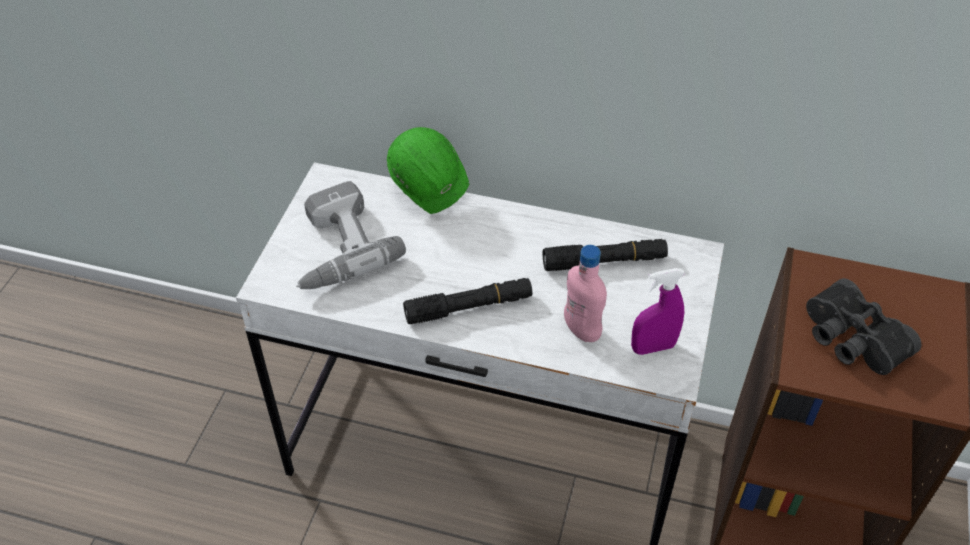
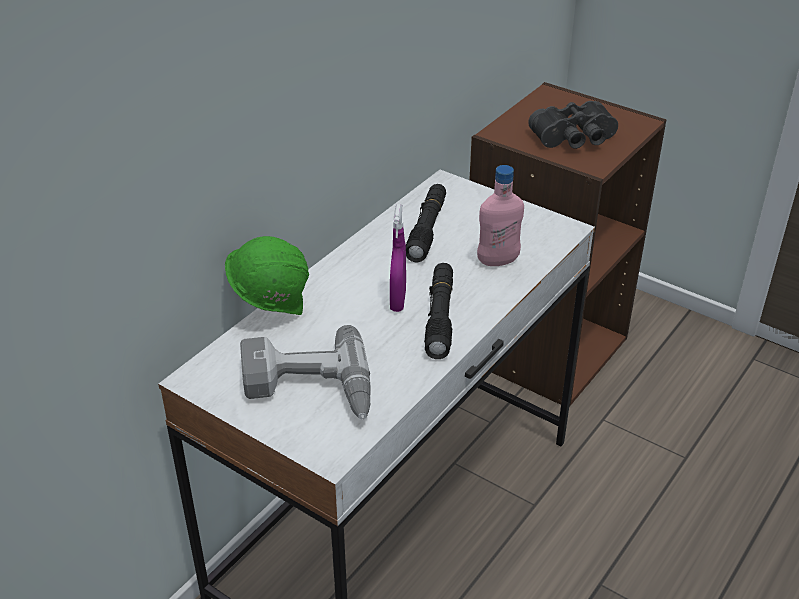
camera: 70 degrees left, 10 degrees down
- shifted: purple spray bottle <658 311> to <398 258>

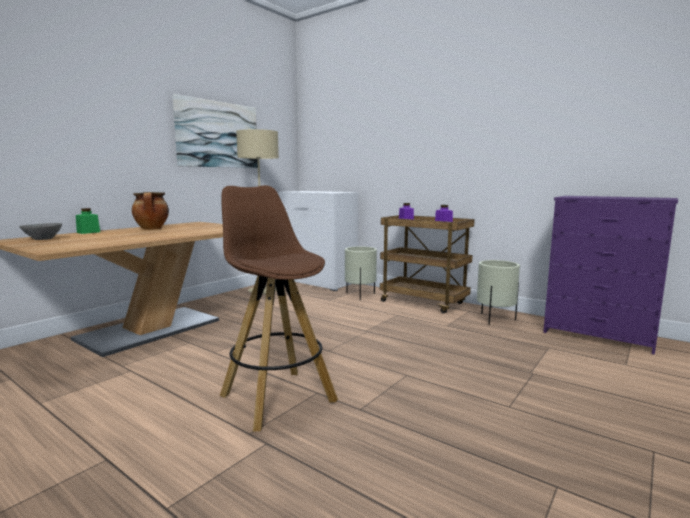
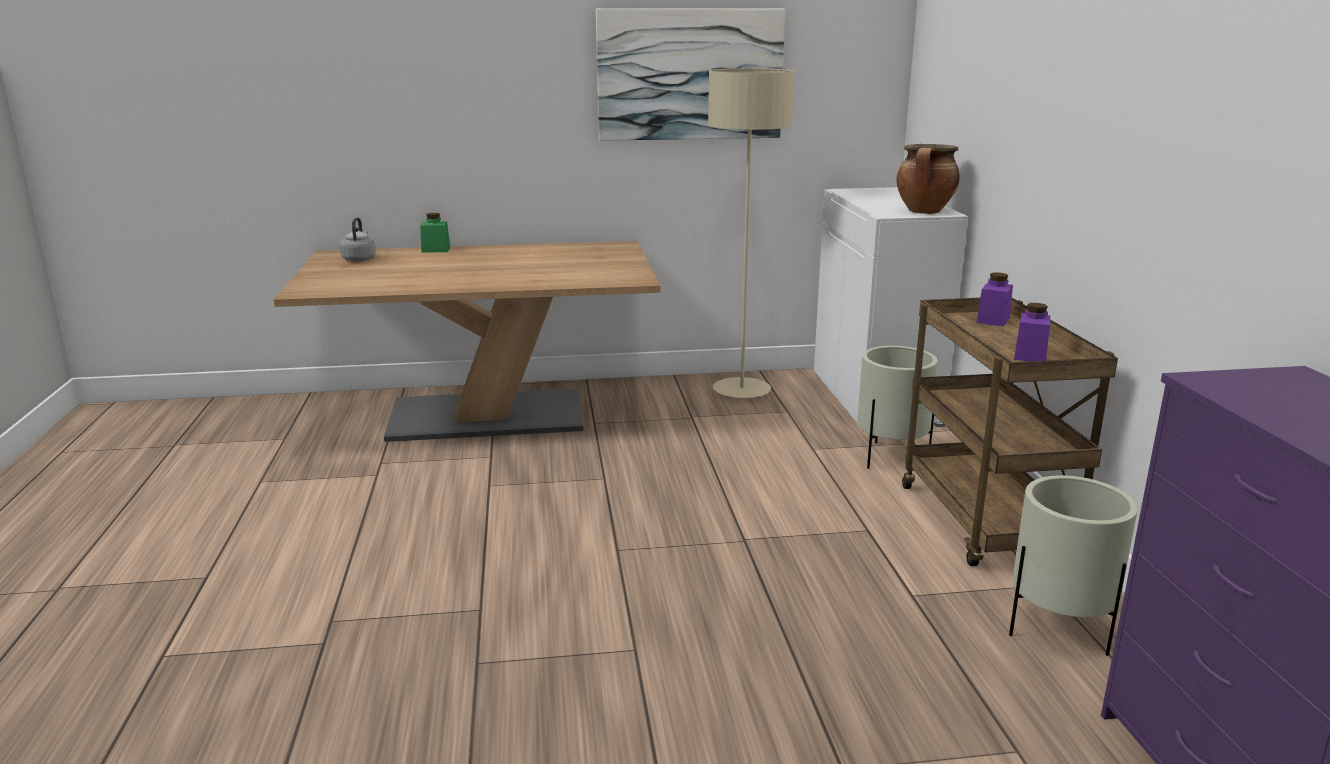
camera: 45 degrees right, 10 degrees up
- swapped: grey bowl <40 231> to grey kettle <358 239>
- shifted: cooking pot <150 211> to <928 179>
- gone: brown stool <279 308>

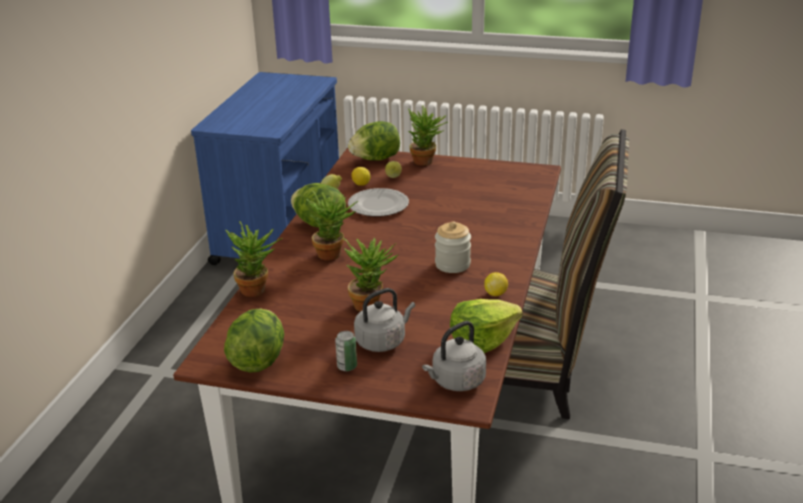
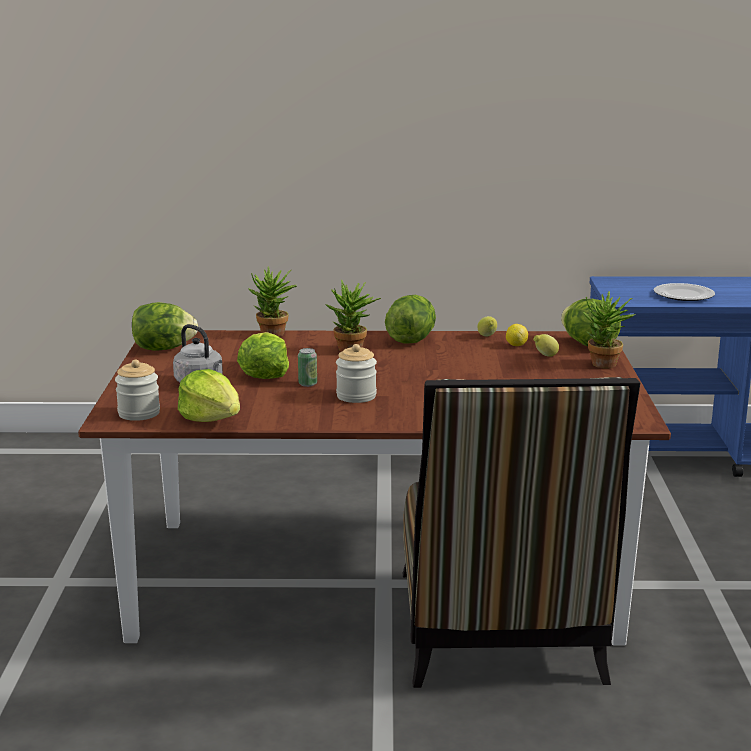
camera: 75 degrees right, 10 degrees down
- swapped: grey kettle <454 356> to jar <137 390>
- swapped: potted plant <370 274> to lettuce <263 355>
- shifted: can <346 351> to <307 367>
- shifted: plate <378 202> to <684 292>
- gone: lemon <496 284>

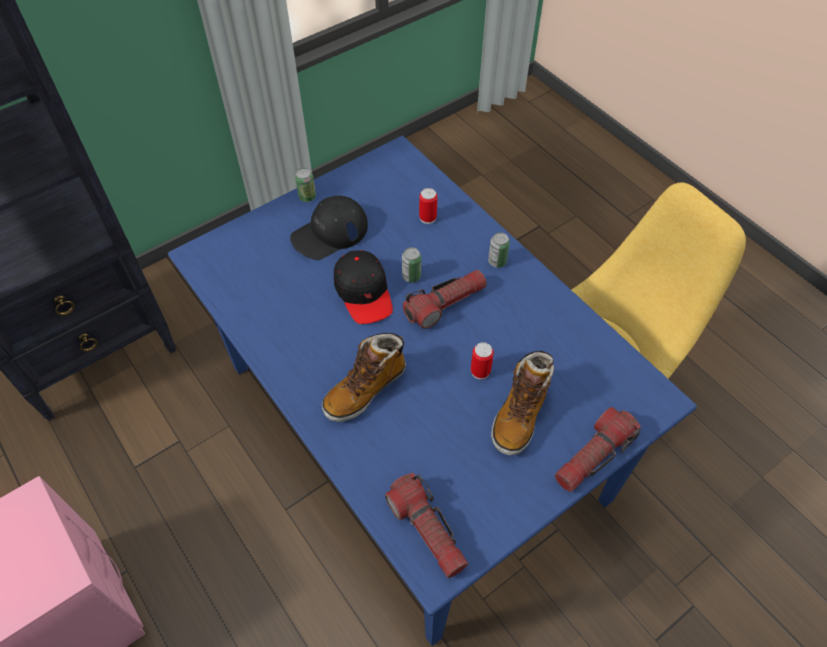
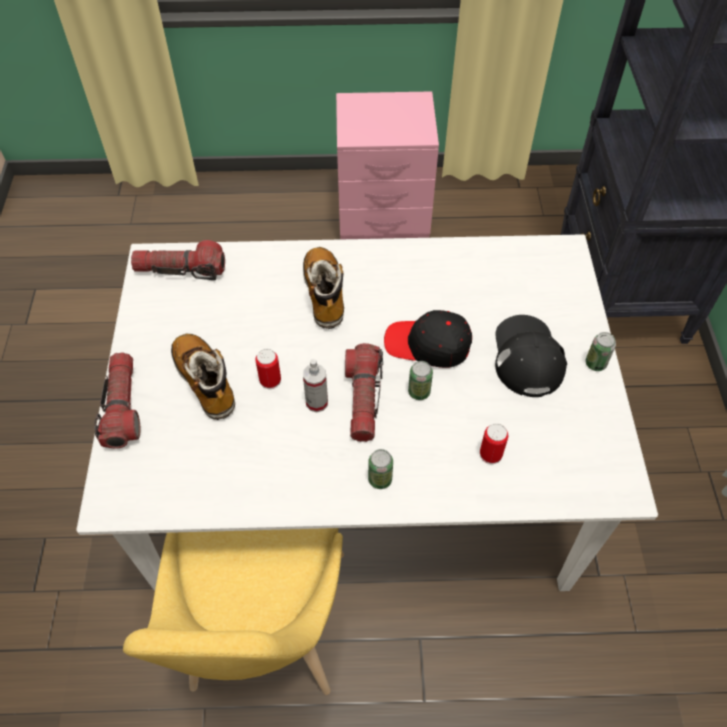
camera: 125 degrees right, 0 degrees up
- repainted: blue dining table <432 391> to white dining table <367 412>
- new: spray bottle <315 385>

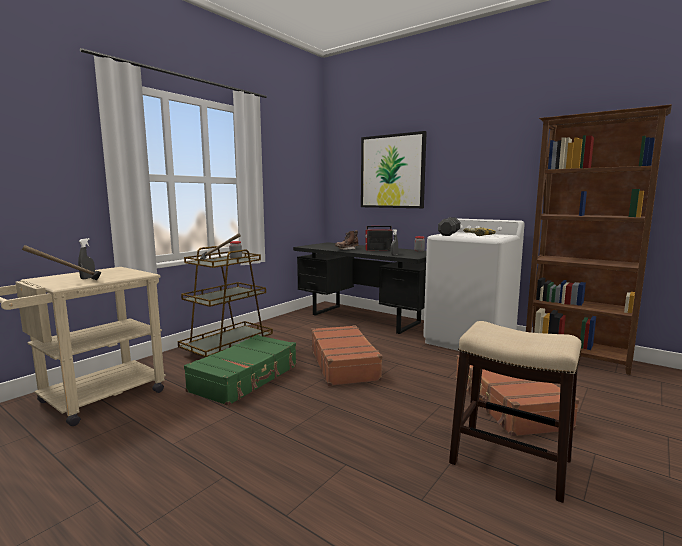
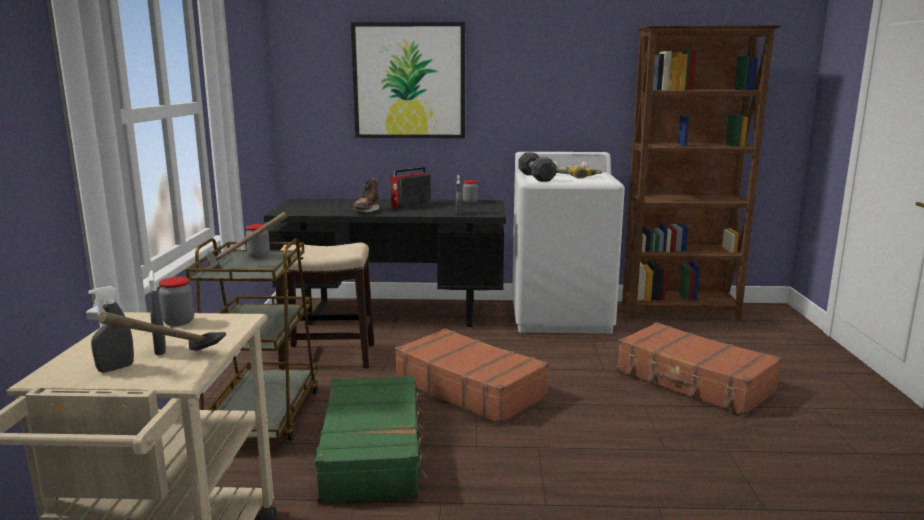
camera: 35 degrees left, 5 degrees up
- new: grey spray bottle <111 329>
- new: jar <176 301>
- shifted: stool <515 412> to <325 306>

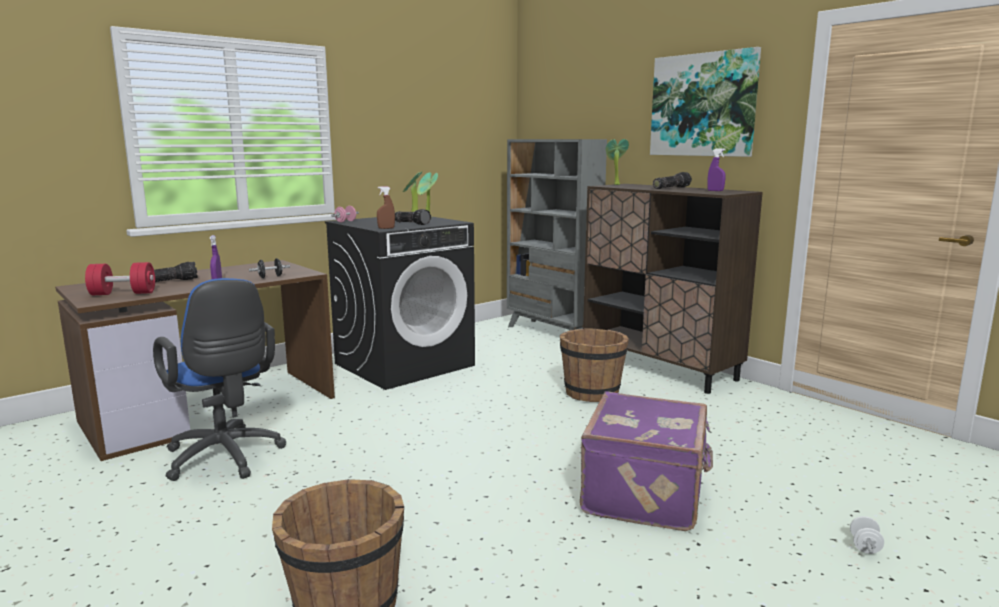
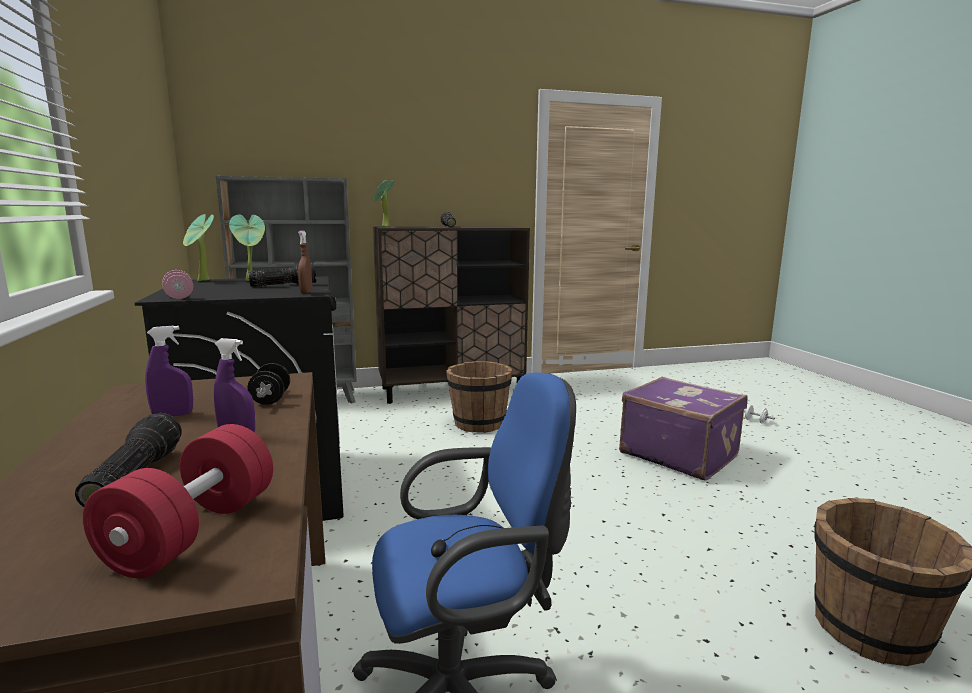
camera: 65 degrees left, 0 degrees up
- shifted: purple spray bottle <716 169> to <169 371>
- gone: picture <705 102>

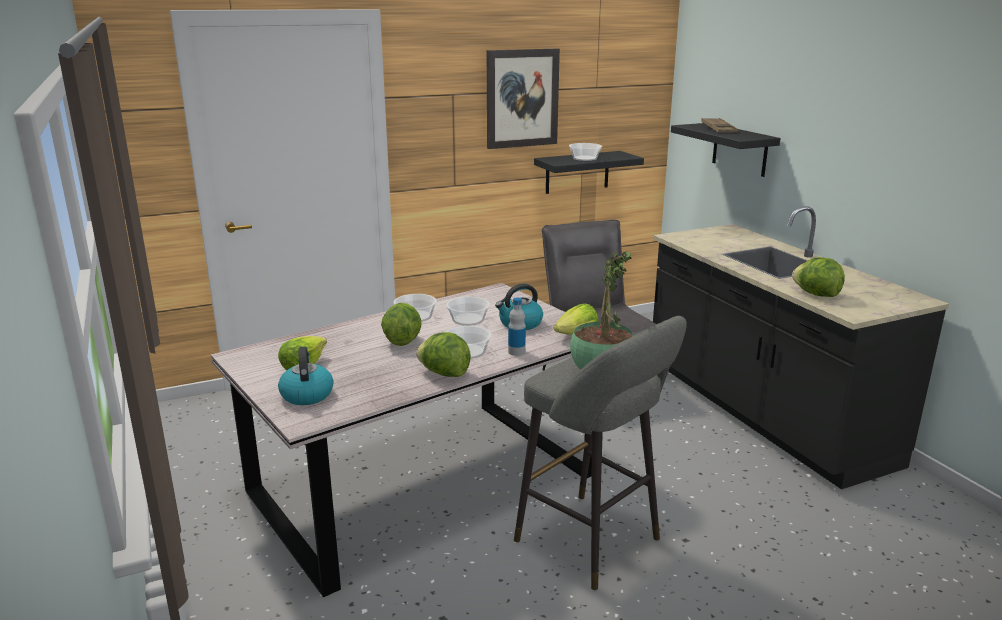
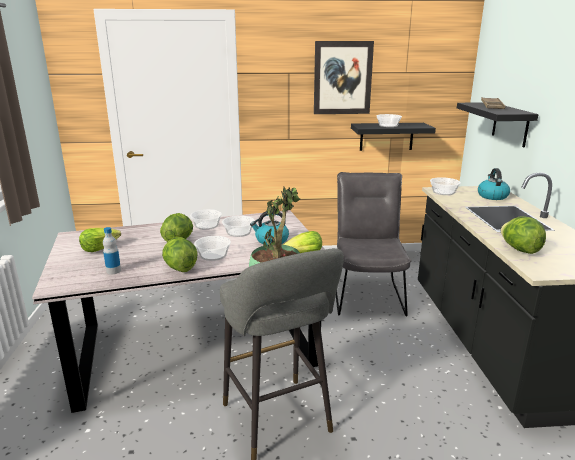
camera: 20 degrees right, 0 degrees up
- shifted: bottle <517 327> to <112 250>
- new: bowl <445 186>
- shifted: kettle <306 376> to <494 184>

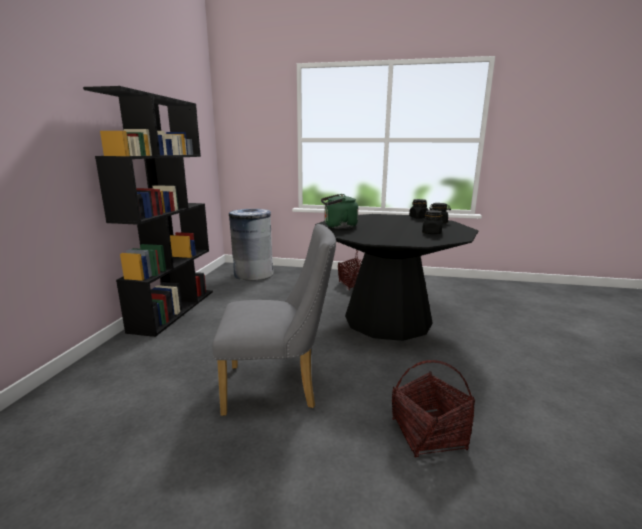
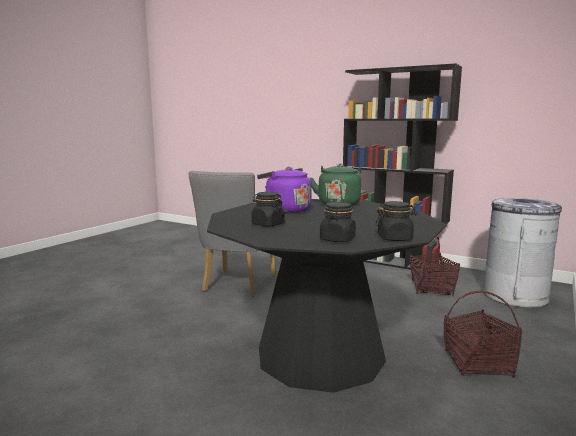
camera: 110 degrees right, 5 degrees down
- new: purple kettle <284 190>
- shifted: basket <433 409> to <435 266>

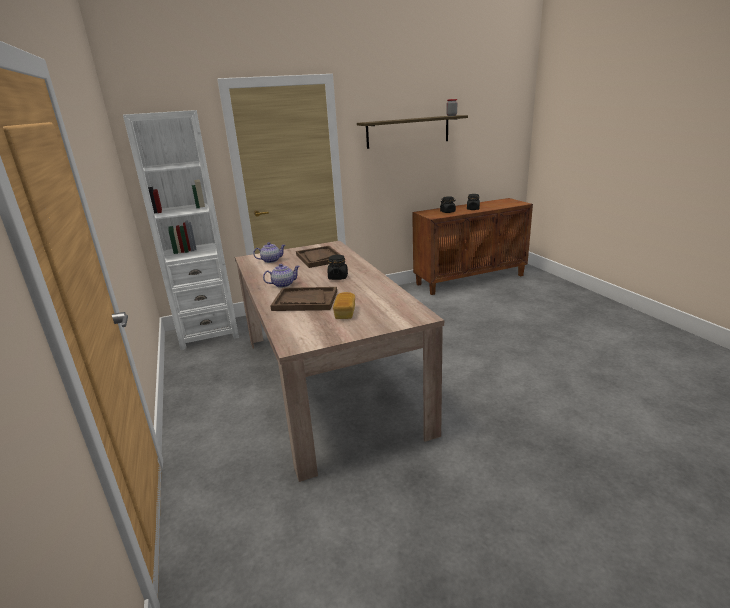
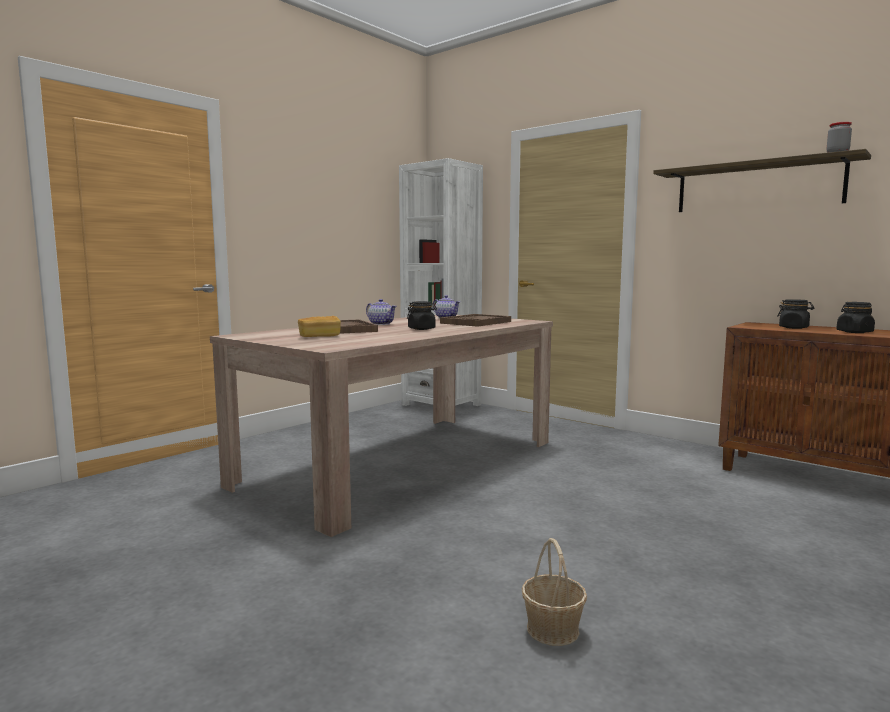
camera: 60 degrees right, 15 degrees down
- new: basket <554 592>

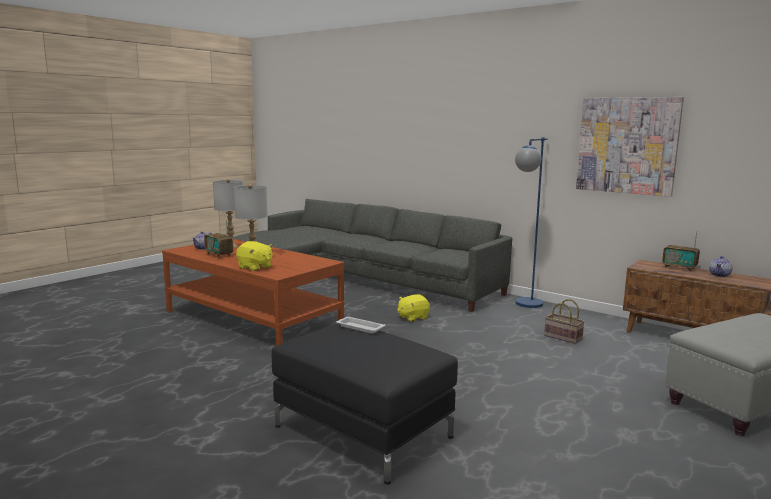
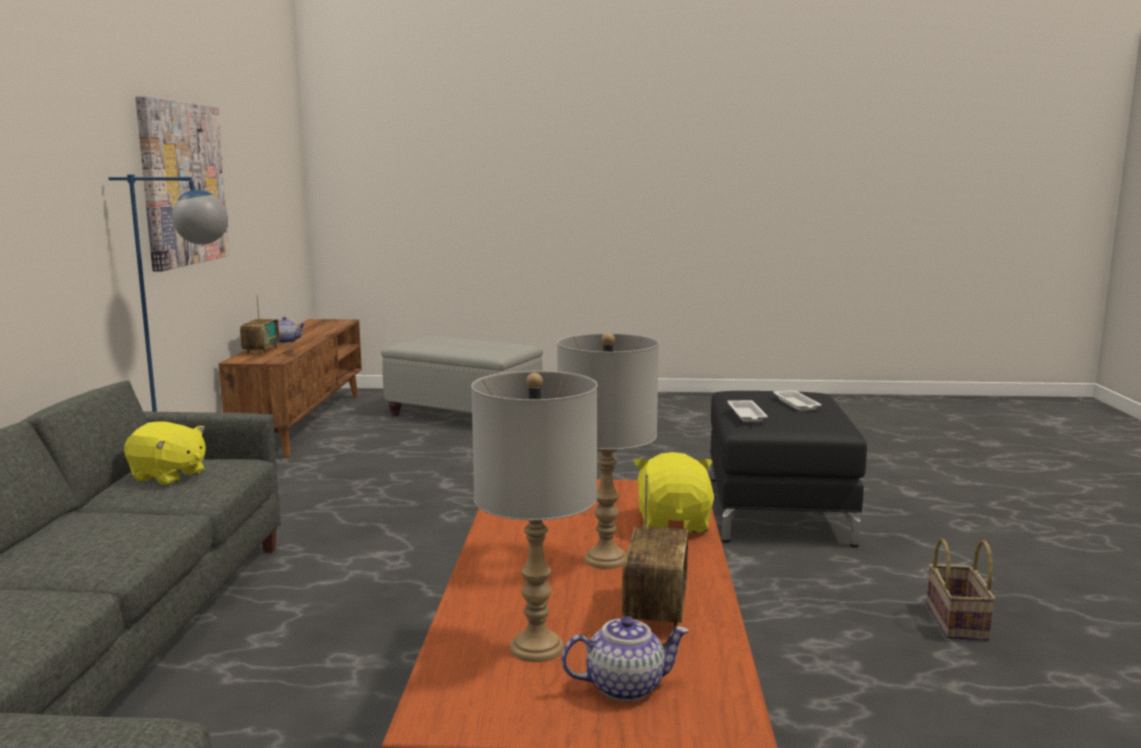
camera: 125 degrees left, 0 degrees up
- shifted: yellow plush toy <414 308> to <165 453>
- new: white tray <797 400>
- shifted: basket <564 321> to <961 589>

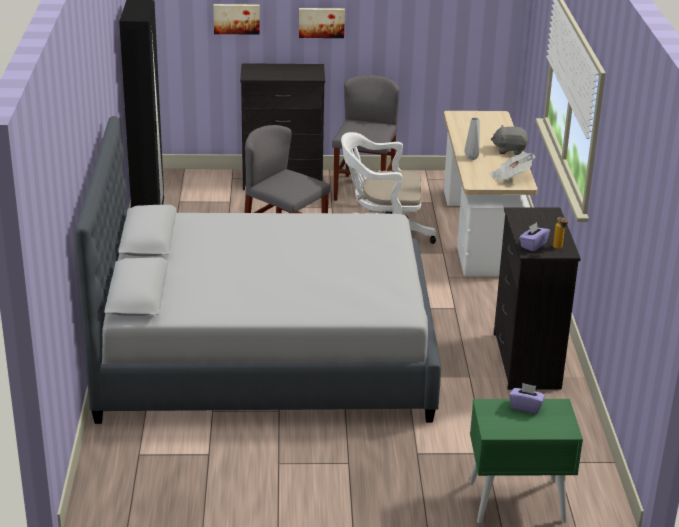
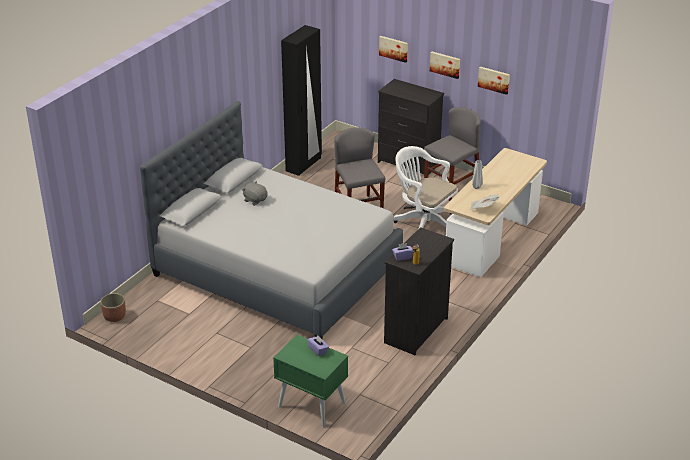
camera: 35 degrees right, 5 degrees up
- new: planter <113 307>
- shifted: grey plush toy <510 140> to <255 193>
- new: picture <494 81>

